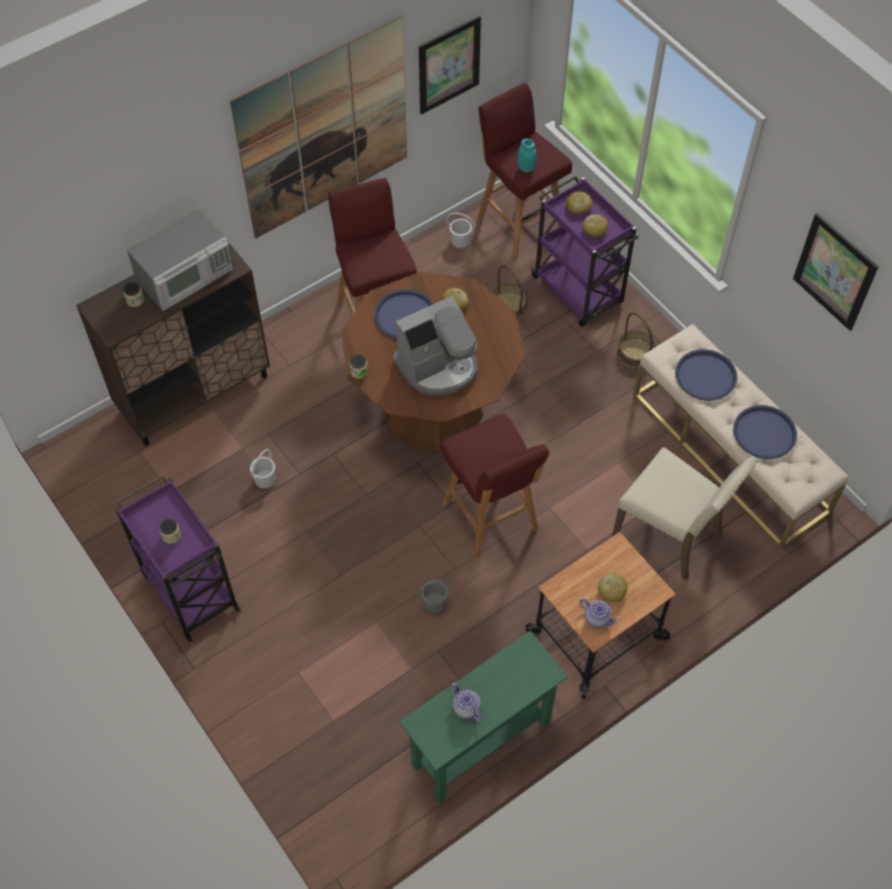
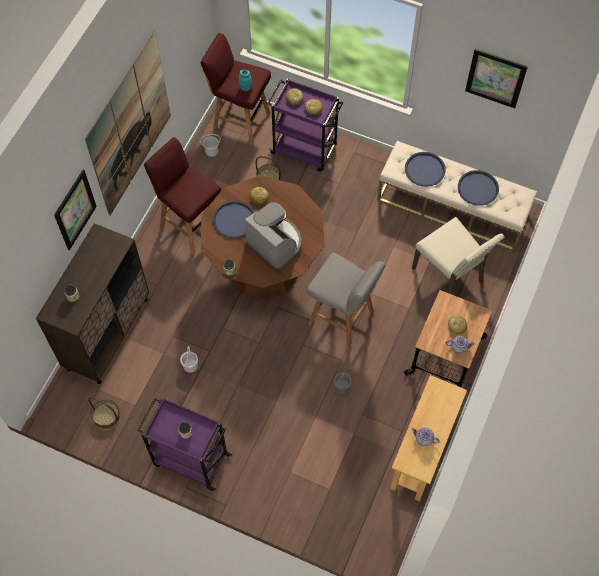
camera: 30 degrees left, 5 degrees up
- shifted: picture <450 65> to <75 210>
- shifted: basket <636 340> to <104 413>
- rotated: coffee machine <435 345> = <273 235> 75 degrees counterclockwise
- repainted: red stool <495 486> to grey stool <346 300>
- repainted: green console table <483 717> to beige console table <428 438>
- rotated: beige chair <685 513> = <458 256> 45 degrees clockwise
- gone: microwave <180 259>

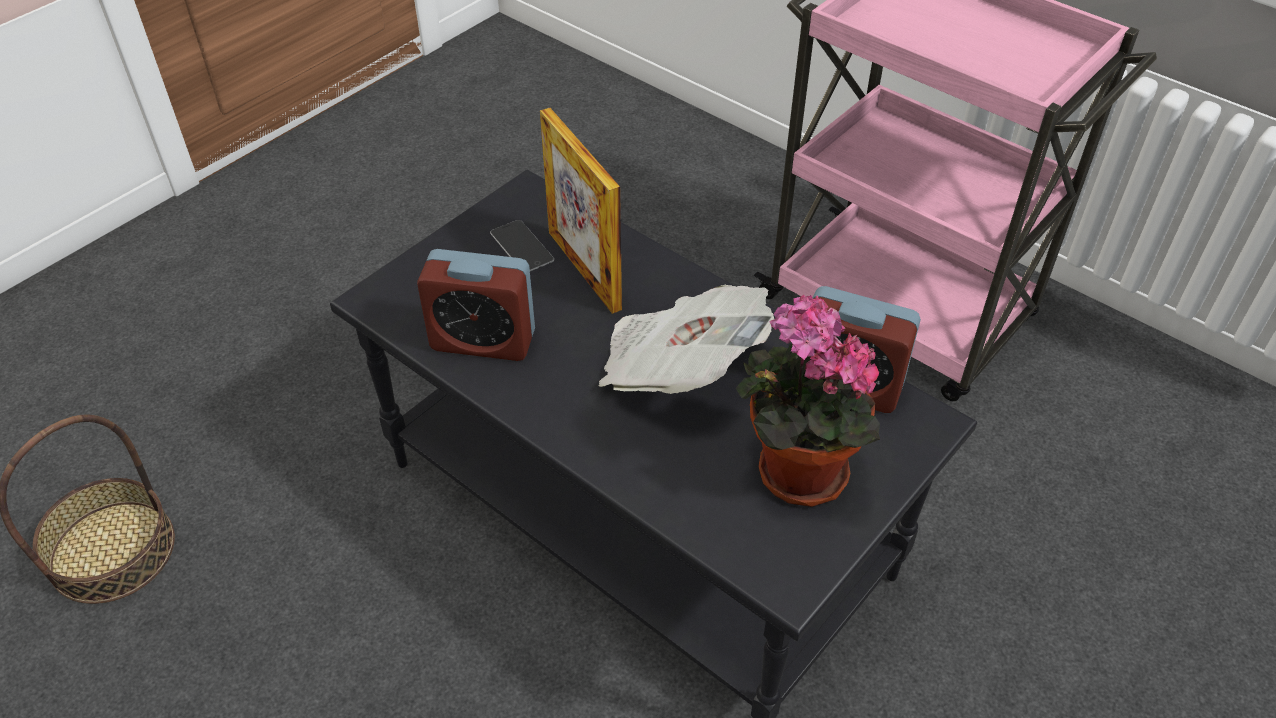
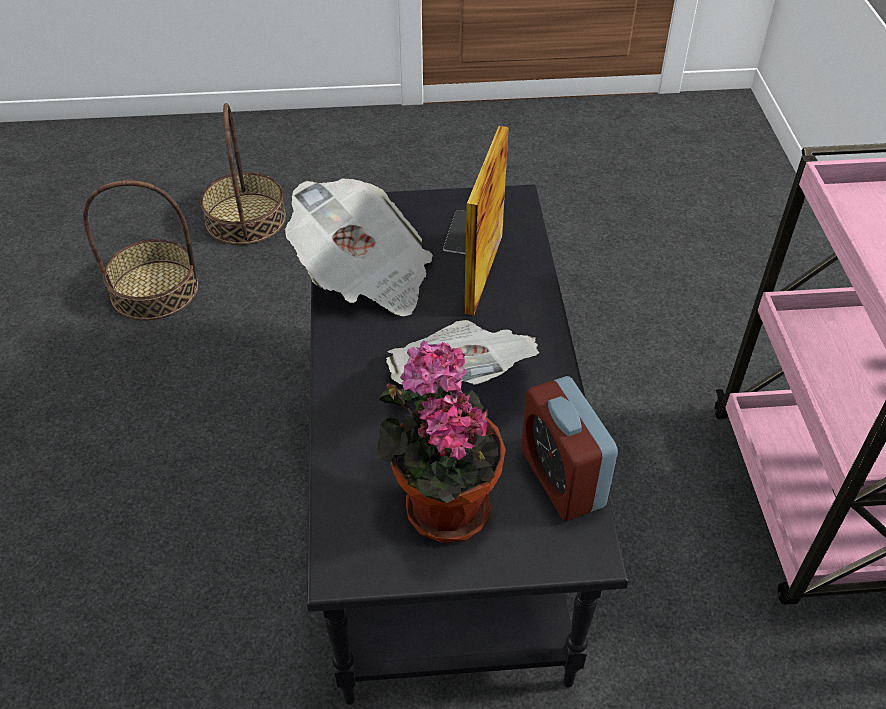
camera: 45 degrees right, 0 degrees up
- new: basket <243 174>
- swapped: alarm clock <476 305> to newspaper <359 247>

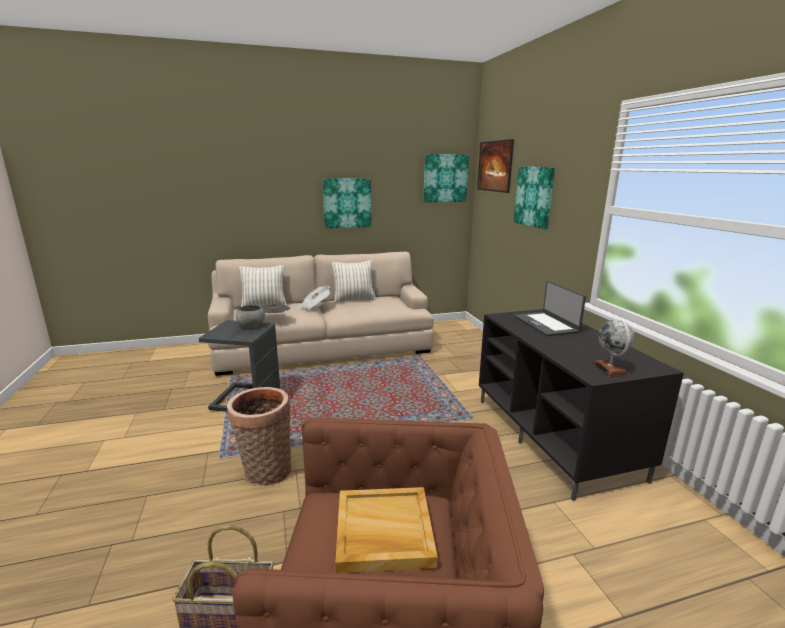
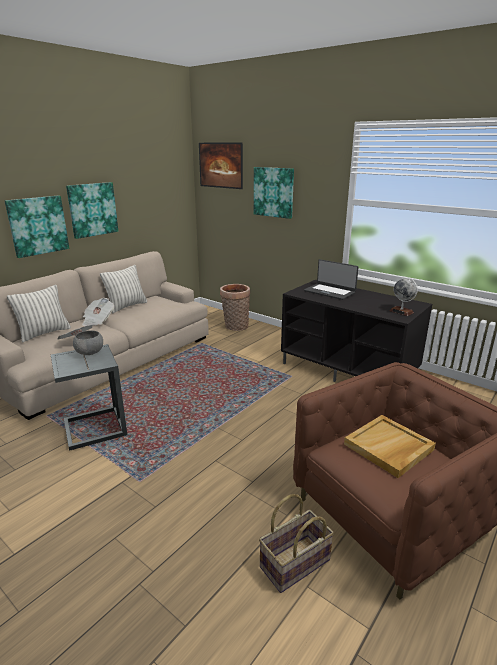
camera: 35 degrees left, 5 degrees up
- shifted: picture <446 178> to <37 227>
- shifted: basket <259 436> to <235 307>

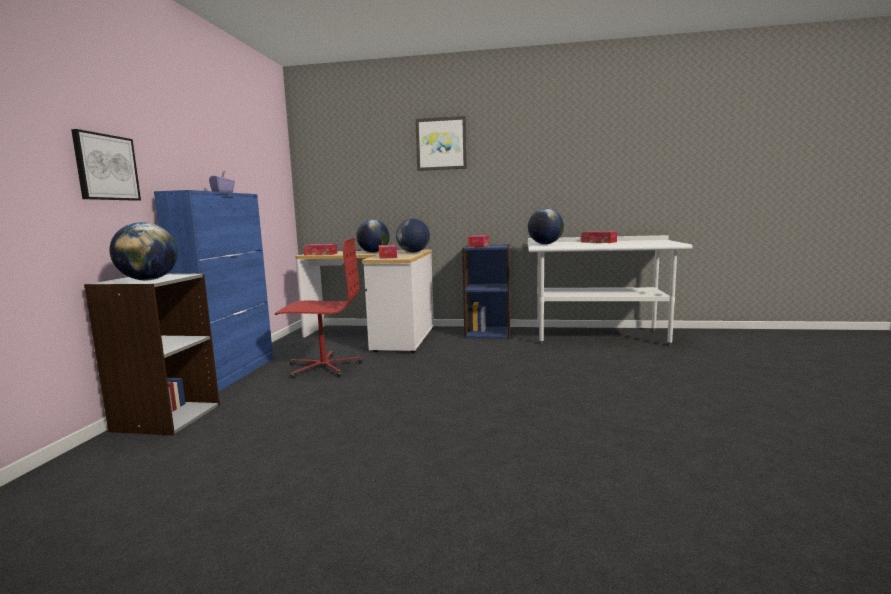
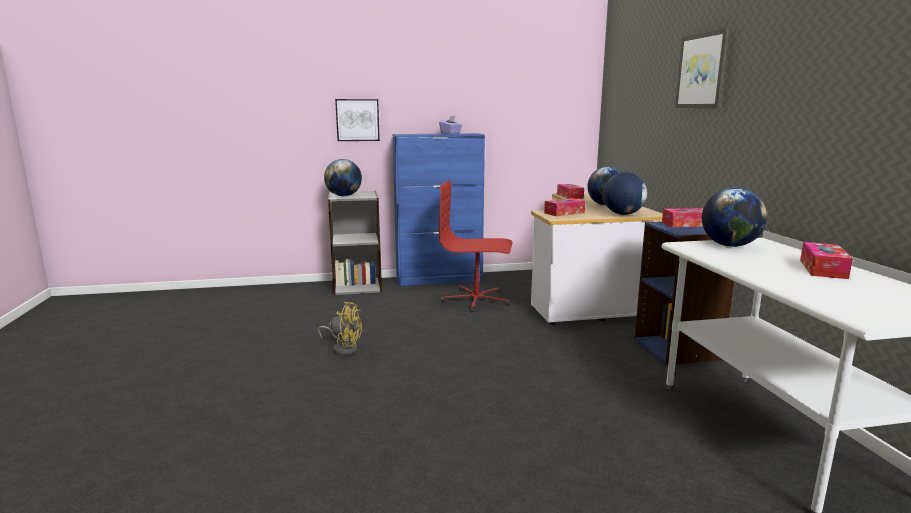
camera: 70 degrees right, 5 degrees up
- new: yellow fan <340 328>
- rotated: red office chair <318 308> = <475 246> 120 degrees clockwise

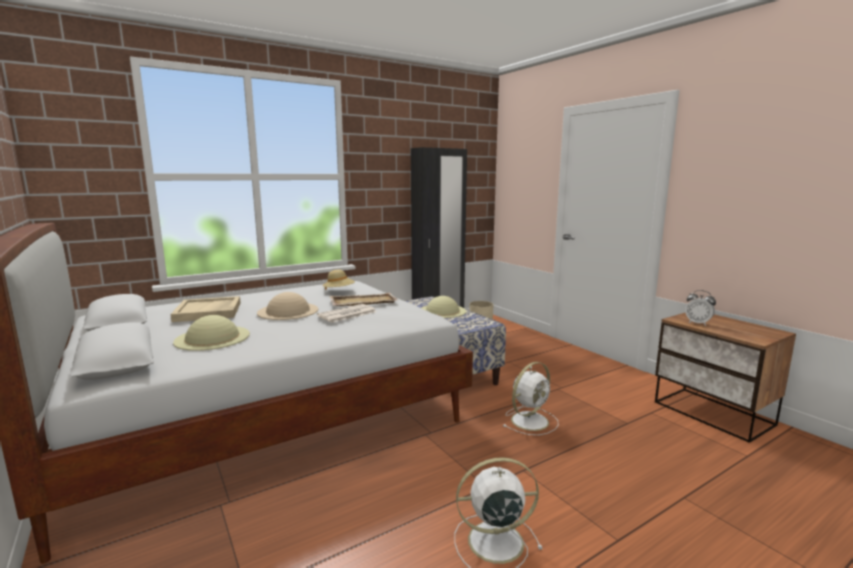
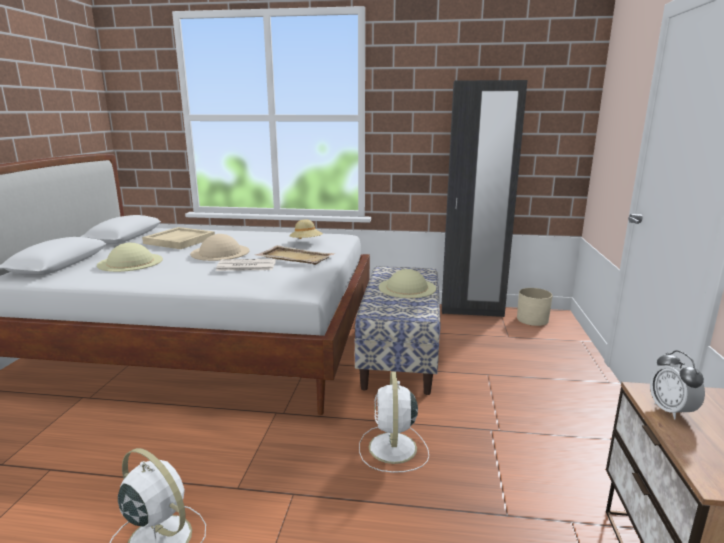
camera: 40 degrees right, 5 degrees up
- rotated: white fan <531 398> = <394 422> 90 degrees clockwise

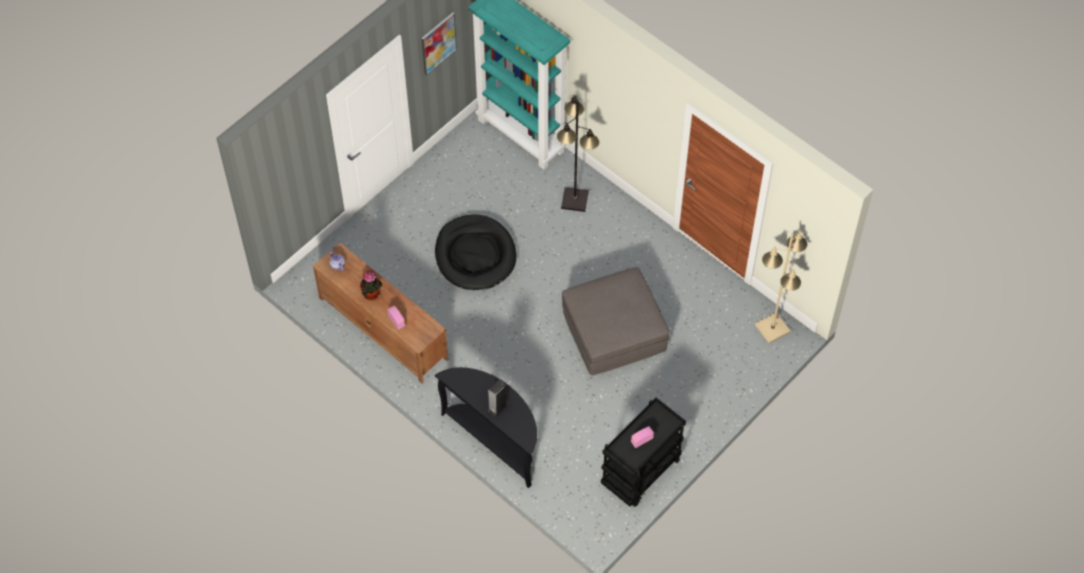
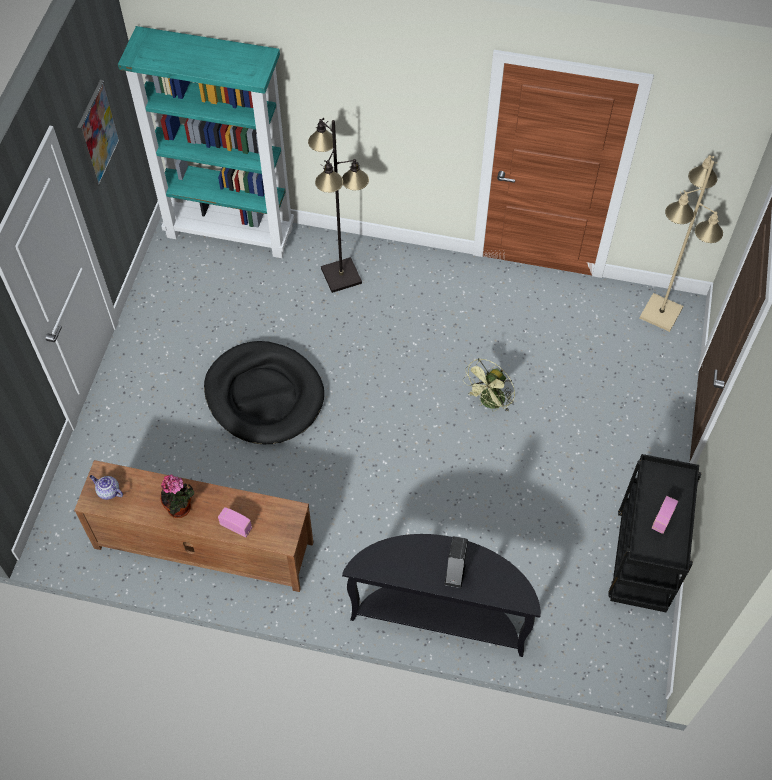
camera: 30 degrees left, 0 degrees up
- swapped: grey ottoman <615 321> to green fan <488 385>

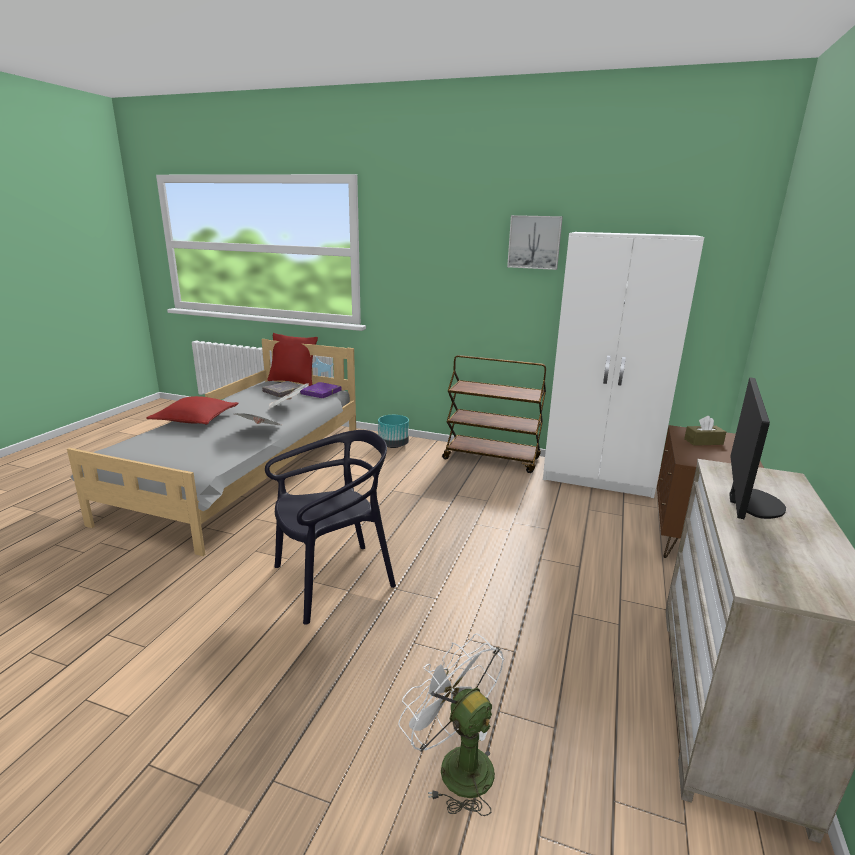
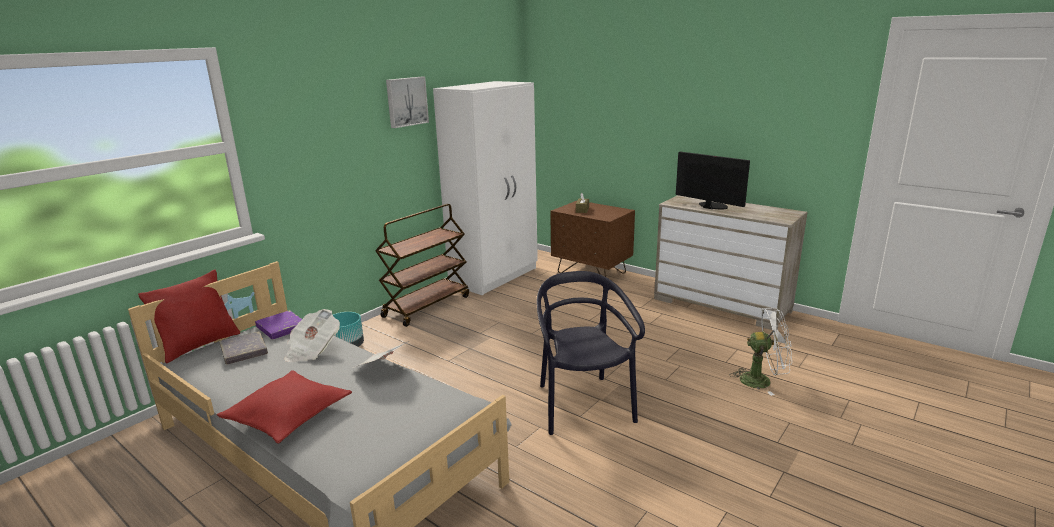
camera: 70 degrees left, 0 degrees up
- rotated: white fan <451 724> = <761 352> 150 degrees counterclockwise

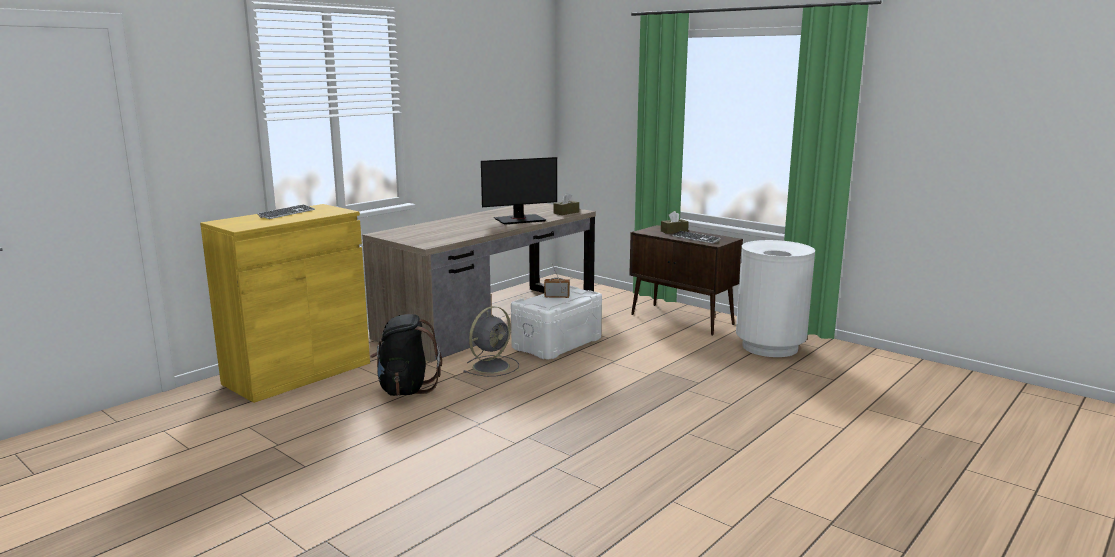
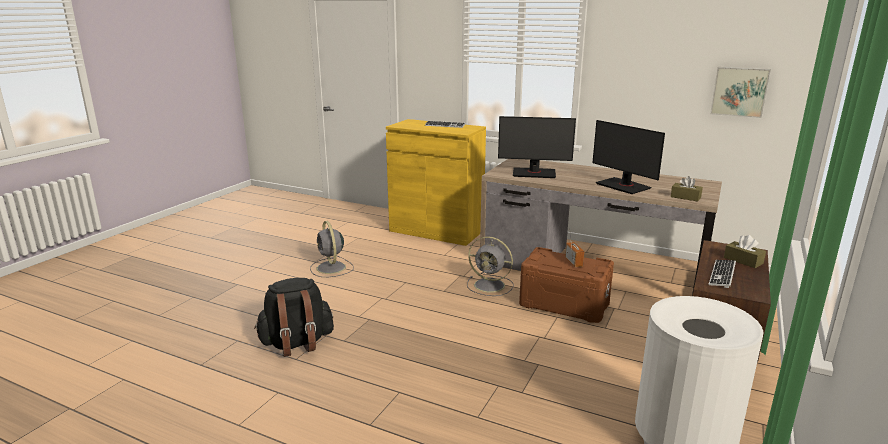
camera: 75 degrees right, 5 degrees up
- shifted: black backpack <406 355> to <294 317>
- new: grey fan <332 249>
- new: monitor <537 147>
- repainted: white storage box <556 322> to brown storage box <566 285>
- new: picture <740 92>

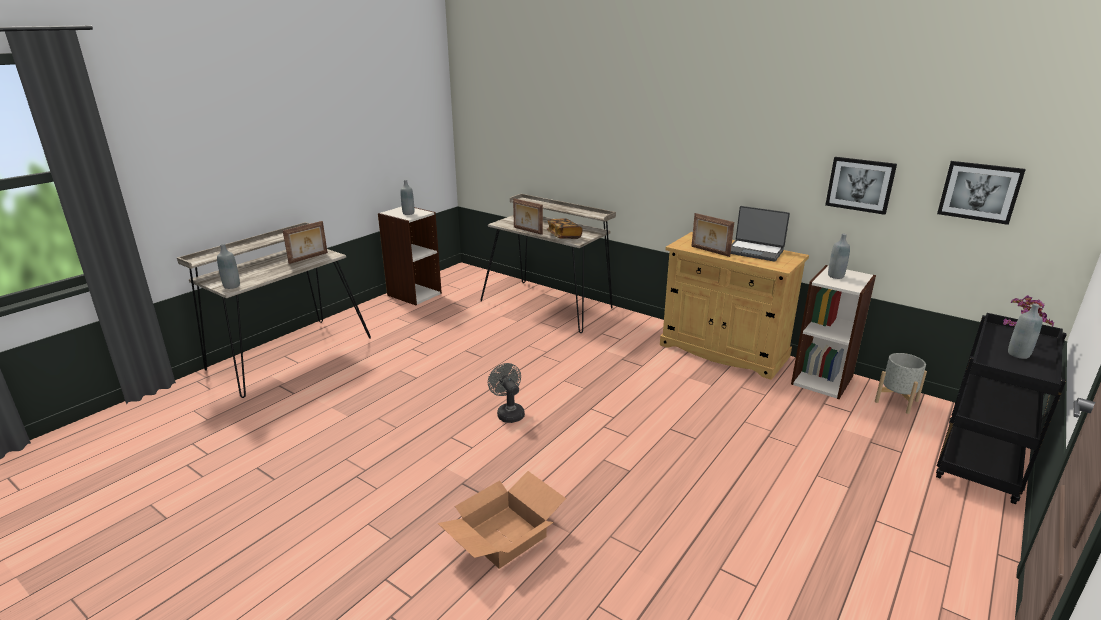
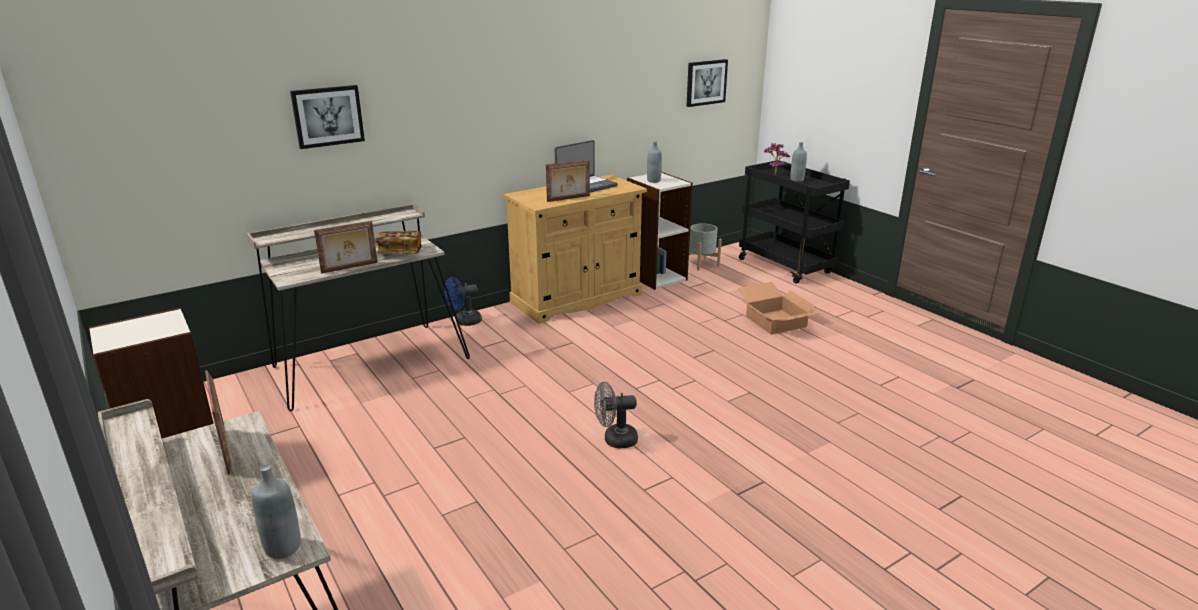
camera: 70 degrees left, 0 degrees up
- shifted: picture <861 186> to <327 117>
- new: blue fan <463 301>
- shifted: cardboard box <502 520> to <779 308>
- gone: grey bottle <407 197>

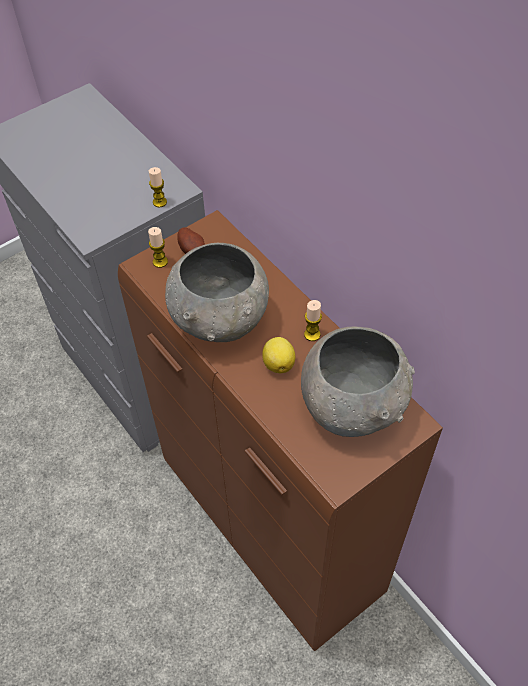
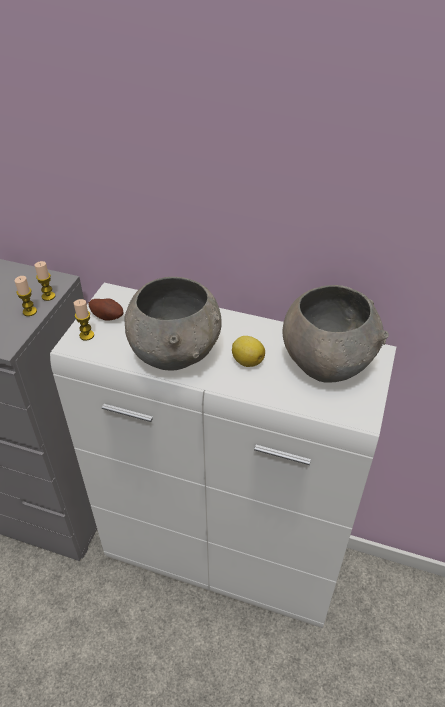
camera: 35 degrees left, 10 degrees down
- shifted: candle <313 320> to <26 296>
- repainted: brown cabinet <280 430> to white cabinet <223 455>

